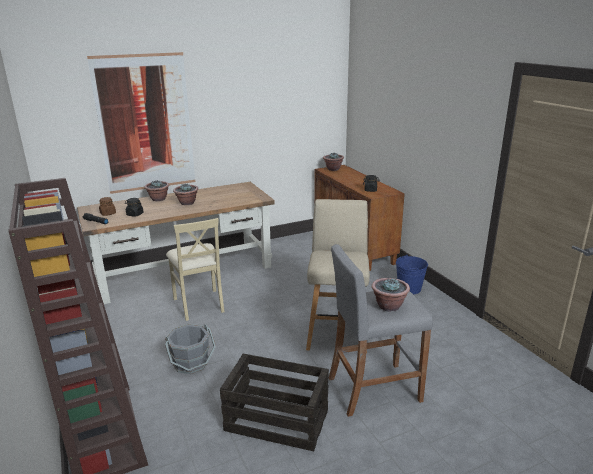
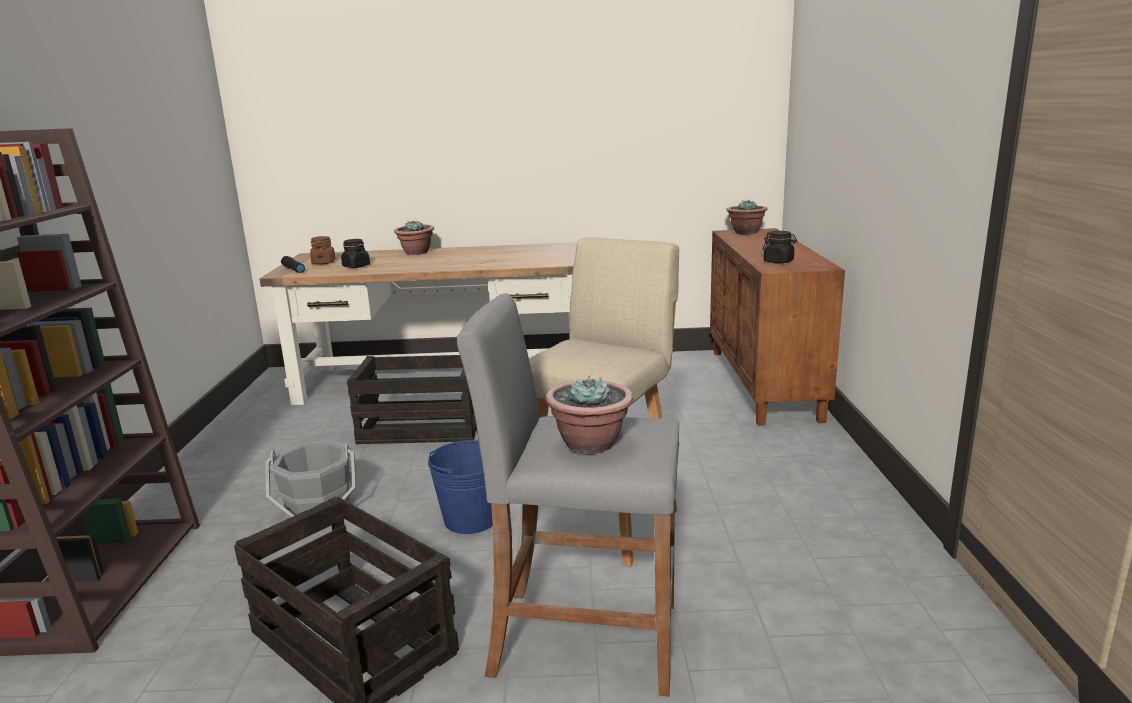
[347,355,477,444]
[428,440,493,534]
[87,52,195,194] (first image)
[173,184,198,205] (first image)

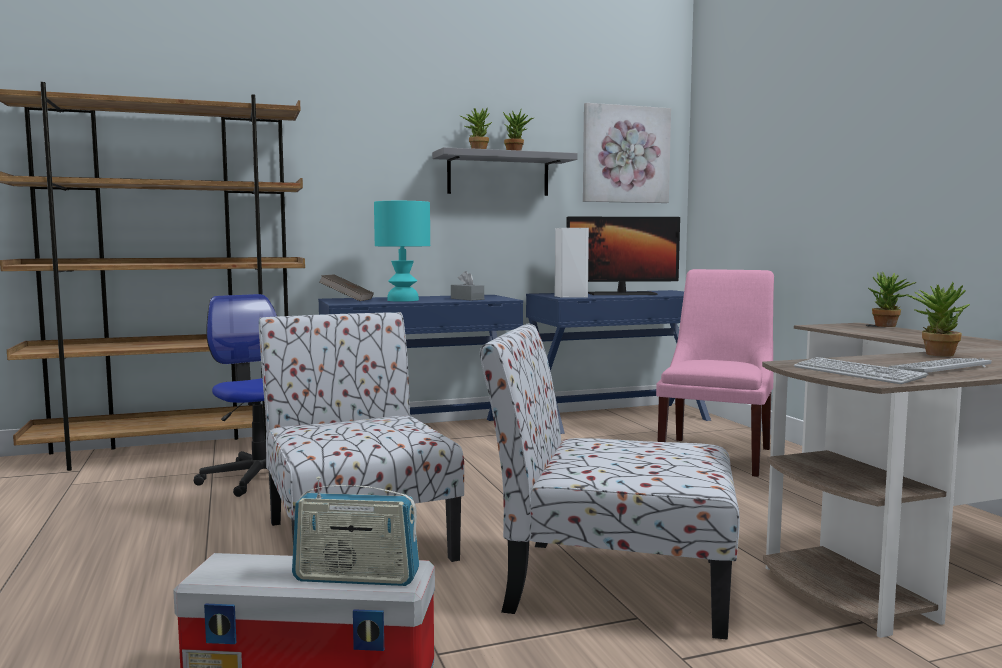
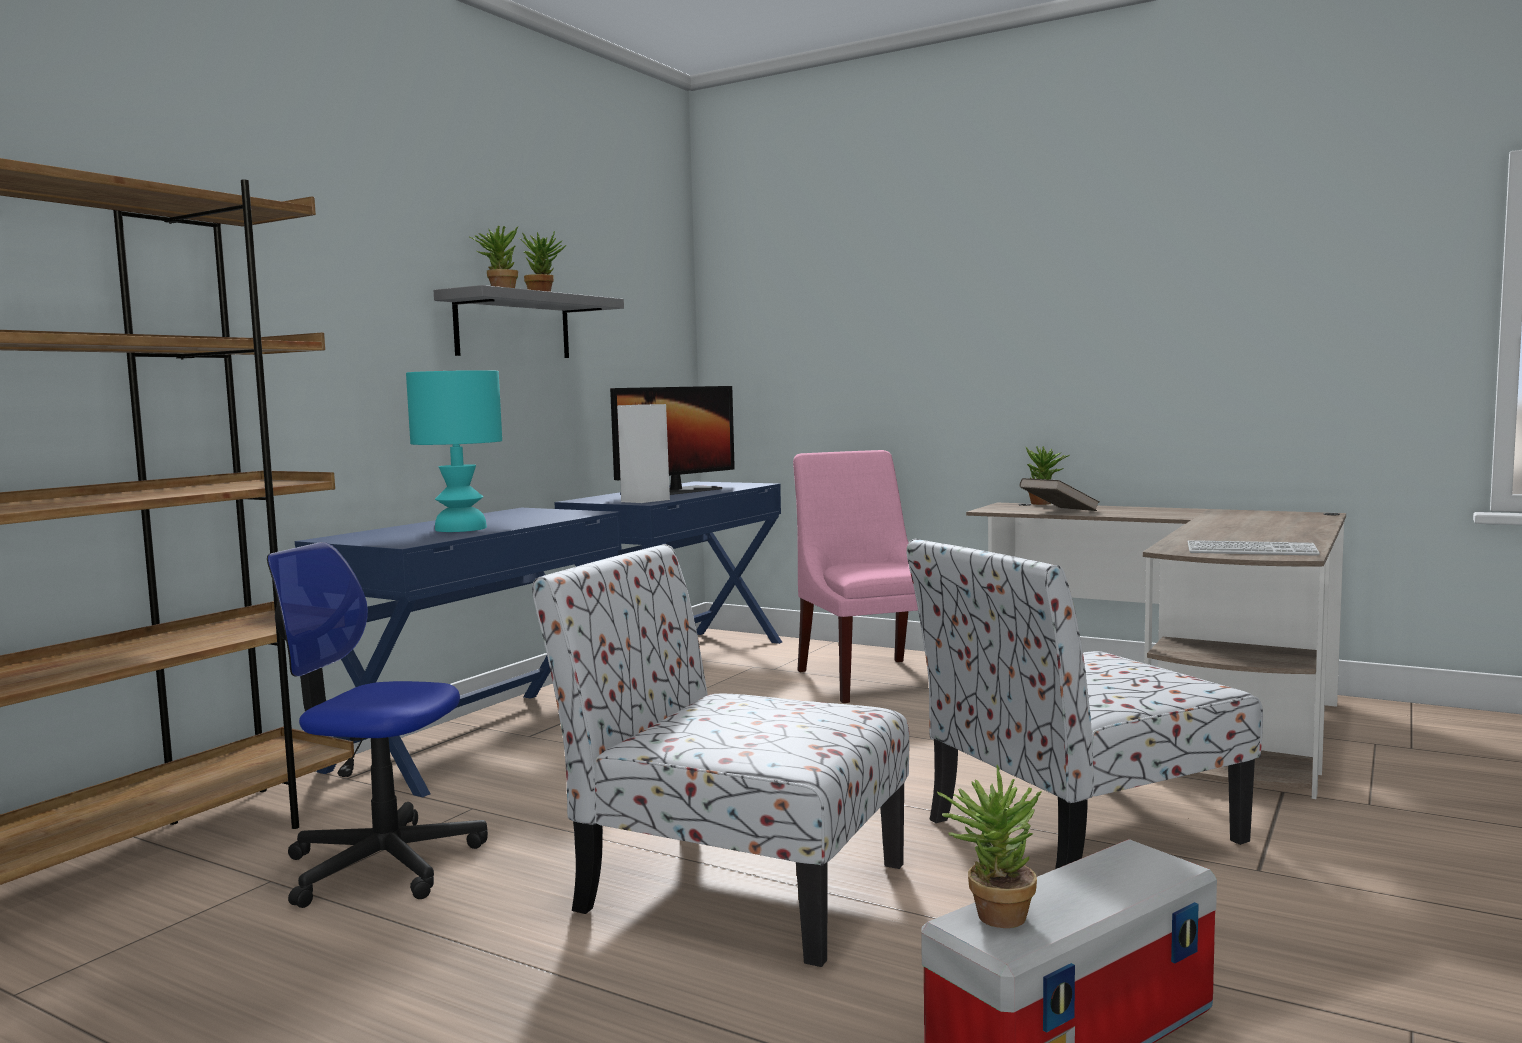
[937,765,1042,928]
[1020,478,1099,511]
[292,477,419,586] (first image)
[451,271,484,301] (first image)
[583,103,671,203] (first image)
[889,358,992,375] (first image)

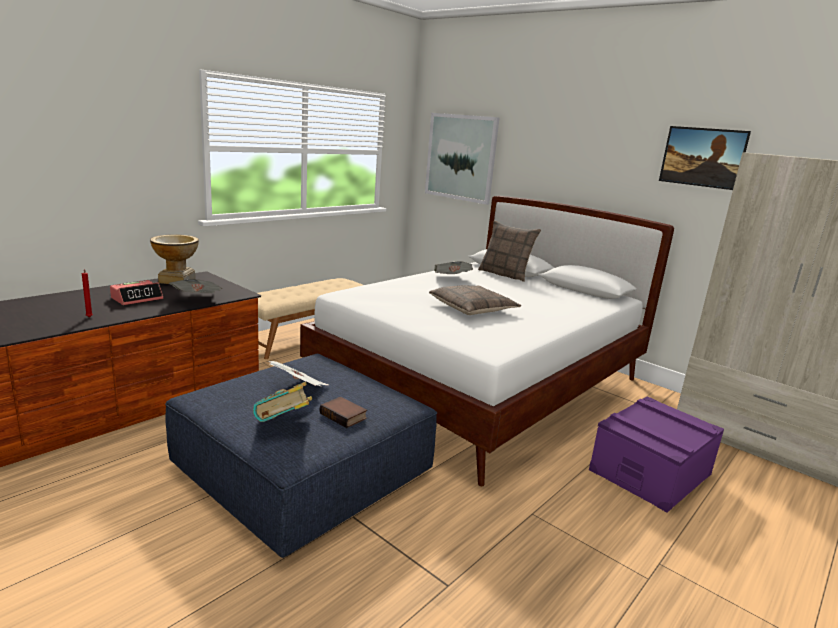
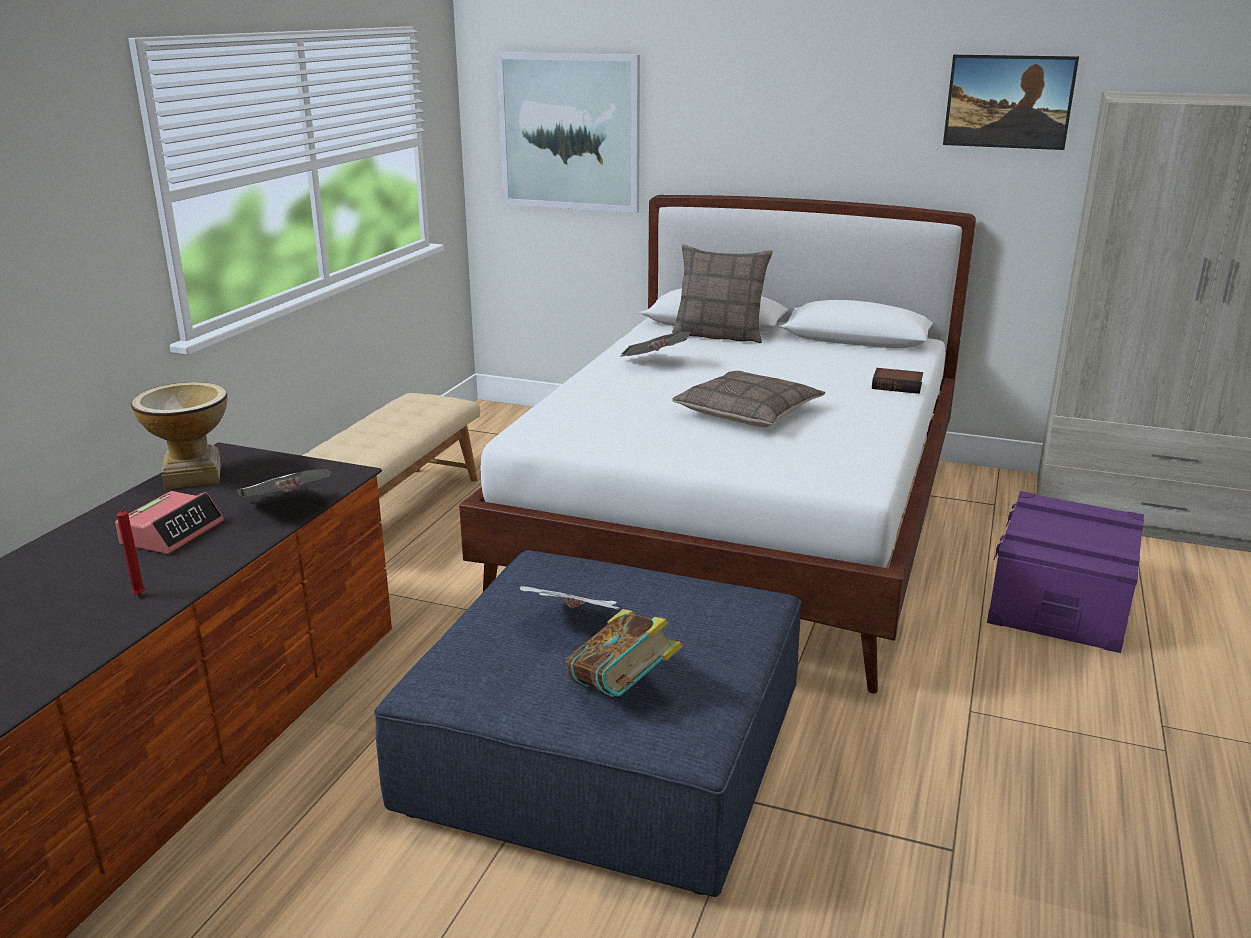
[872,368,923,394]

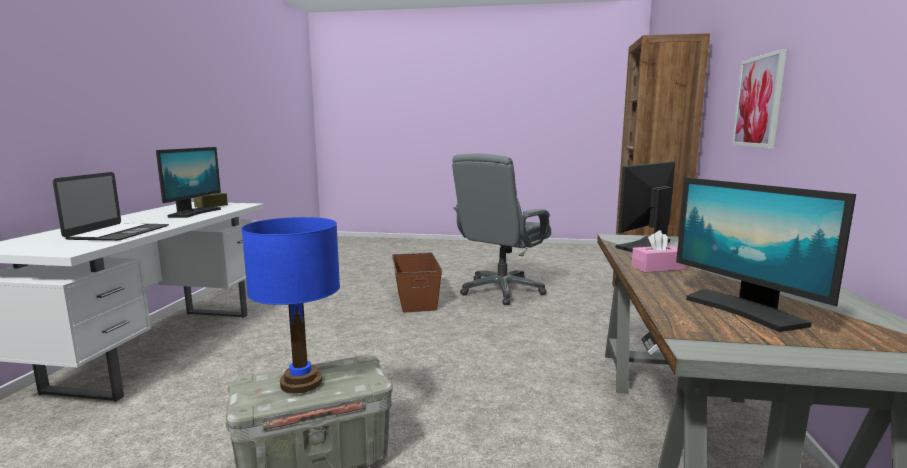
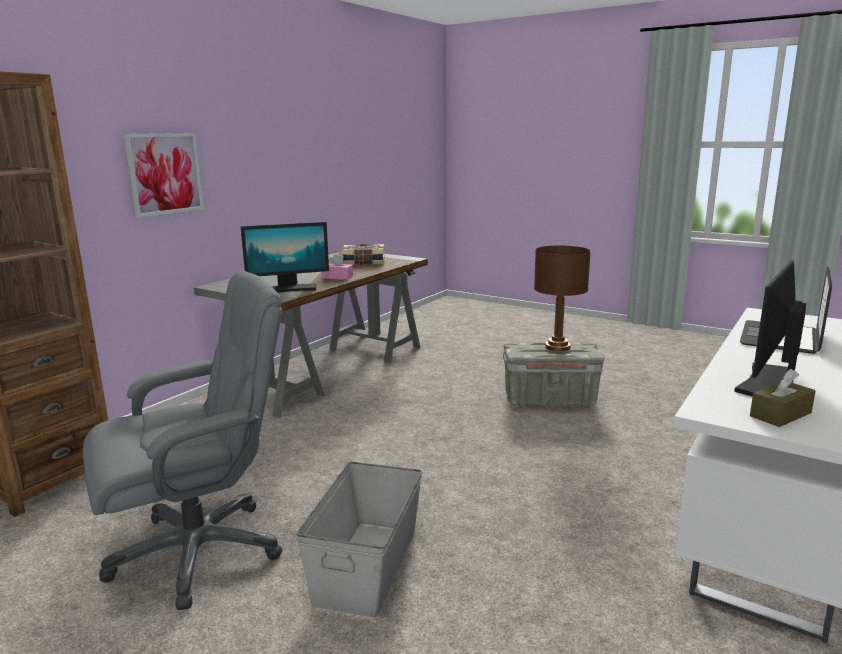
[296,462,423,618]
[342,244,385,265]
[534,245,591,351]

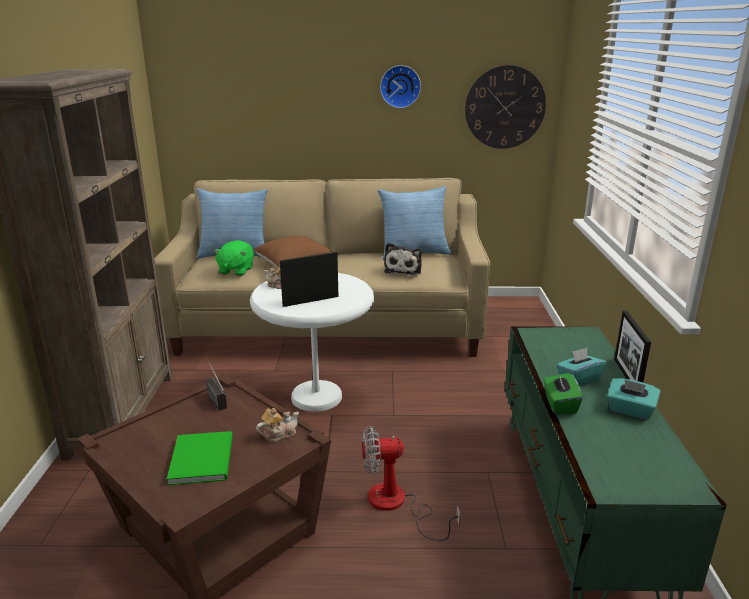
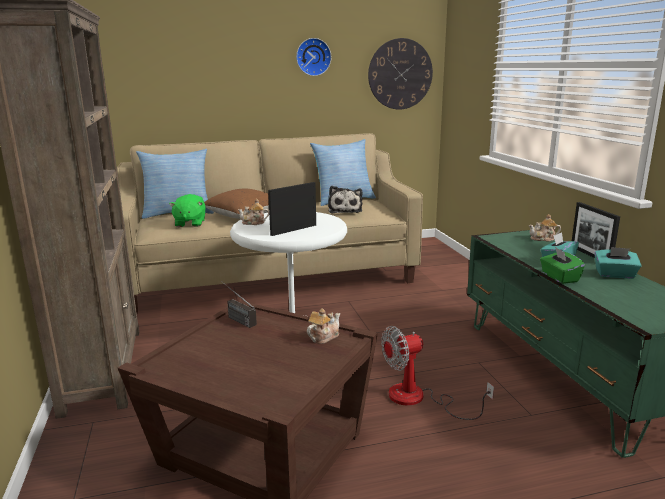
[529,214,561,242]
[167,431,233,485] (first image)

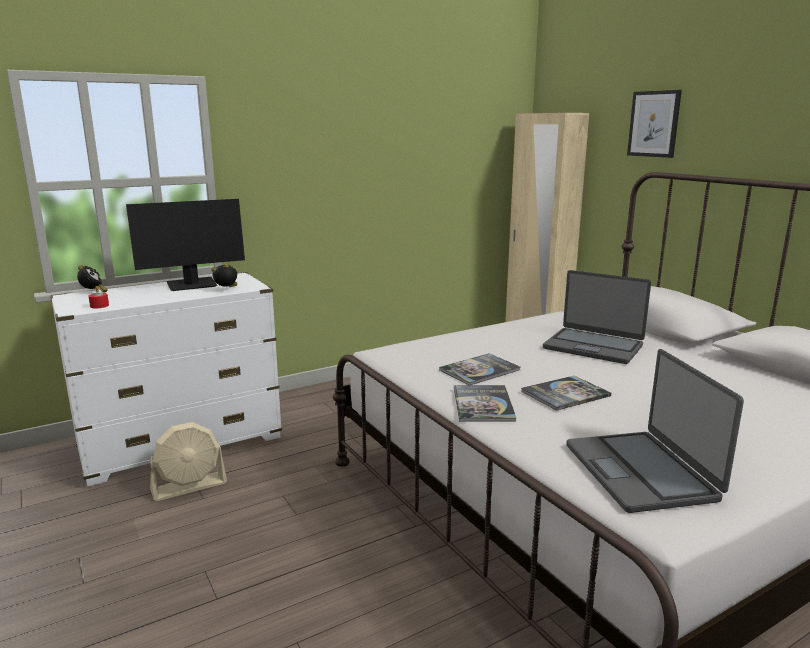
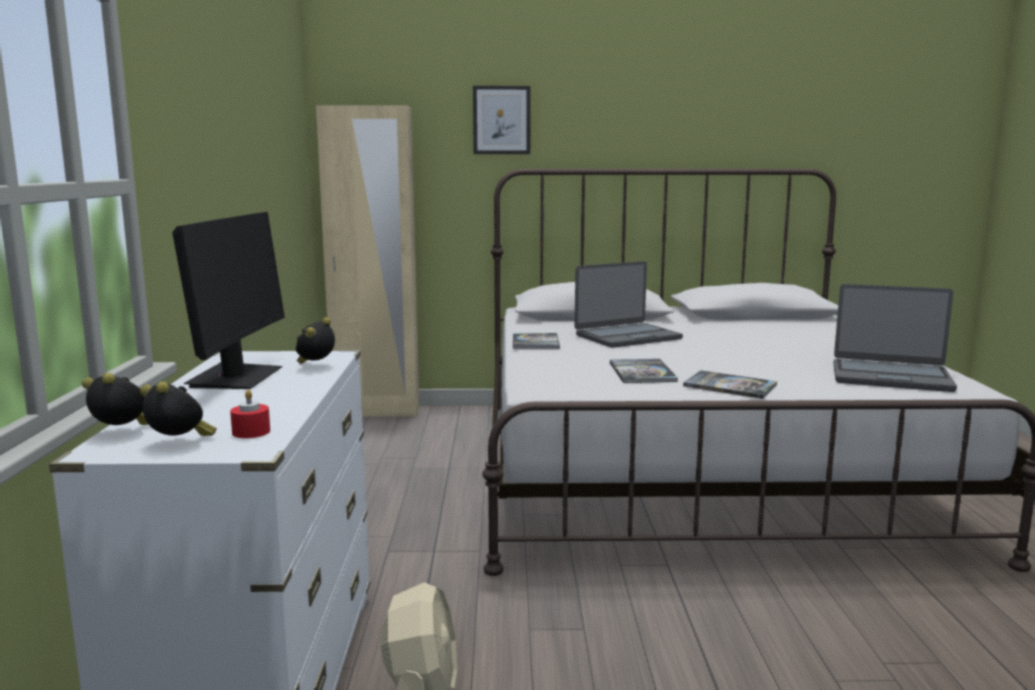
[140,381,217,436]
[512,333,560,349]

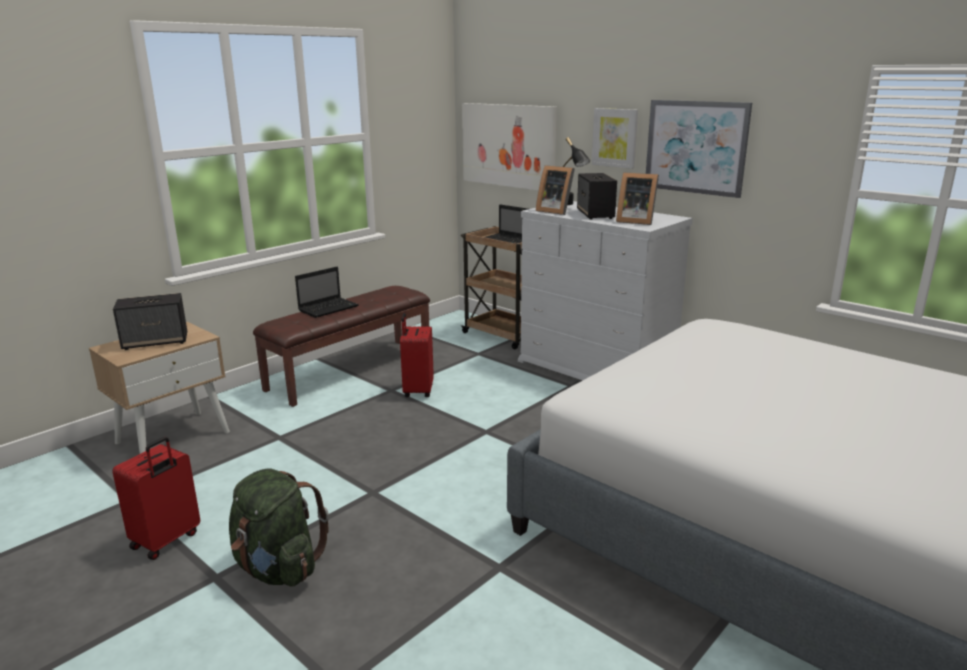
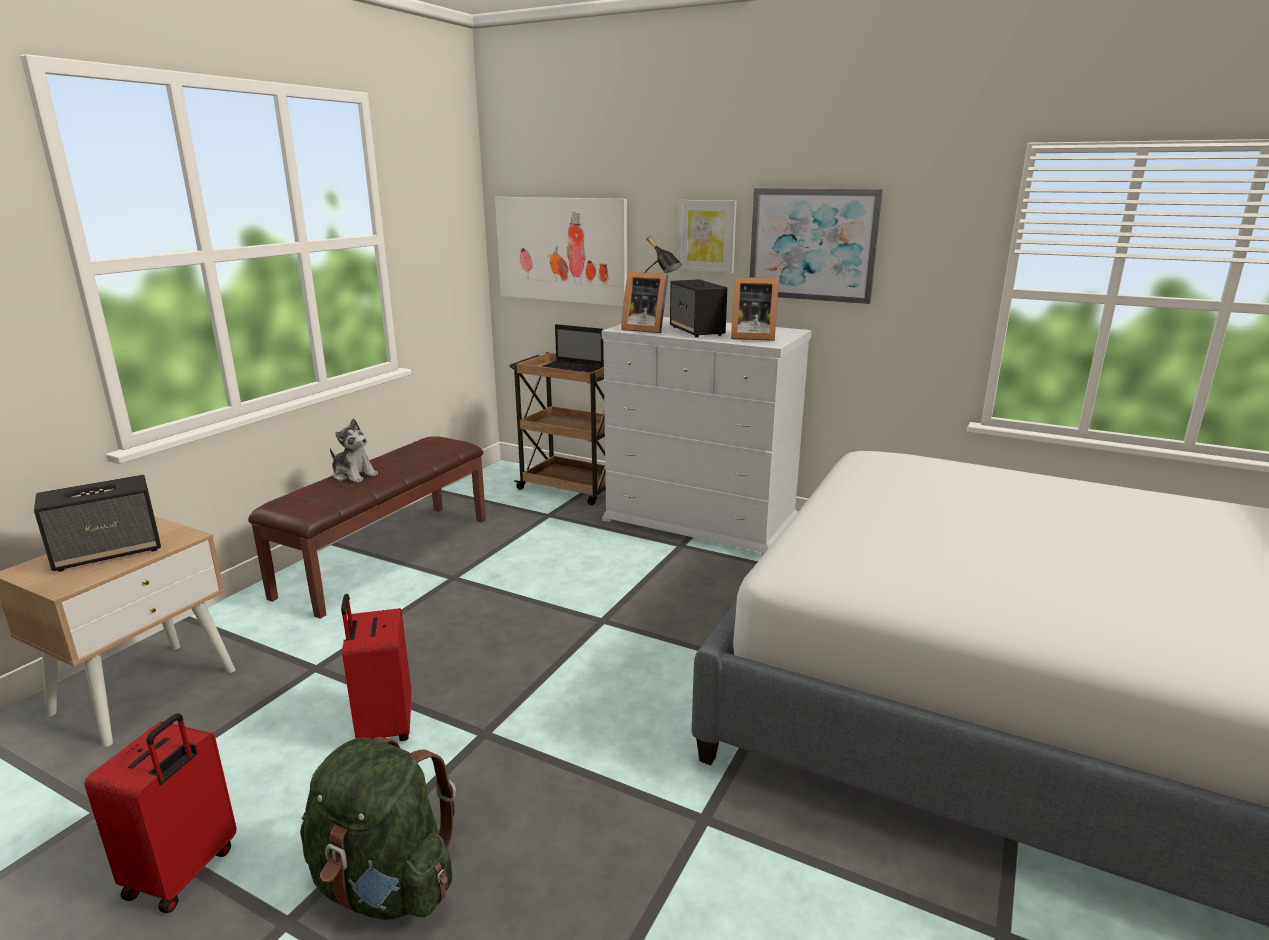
[330,419,378,483]
[341,594,411,741]

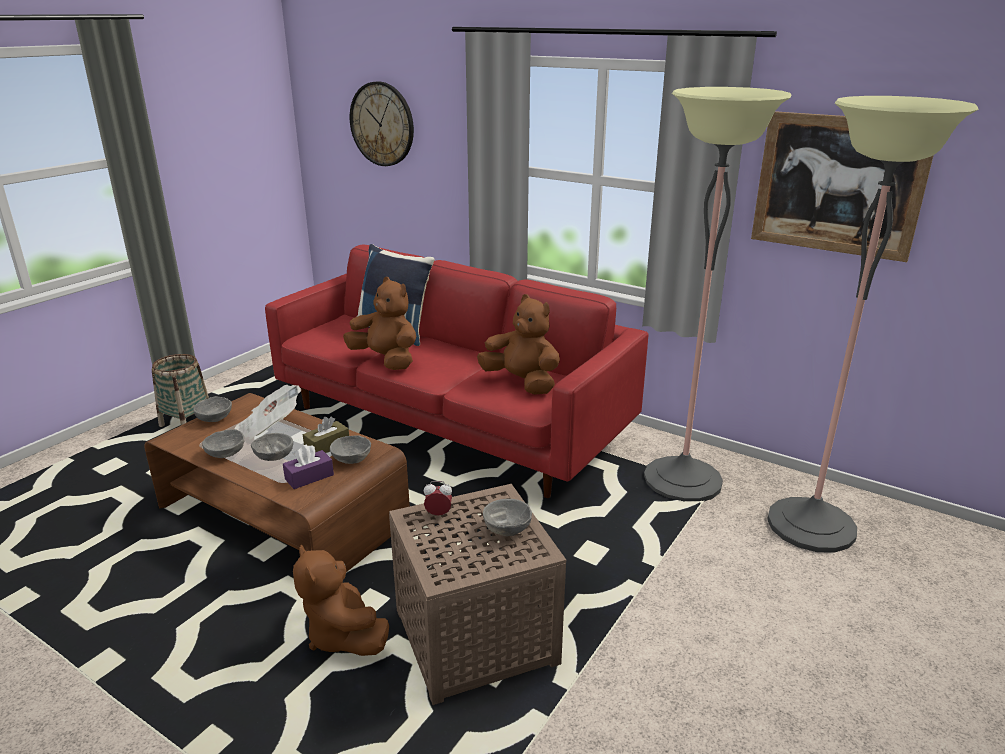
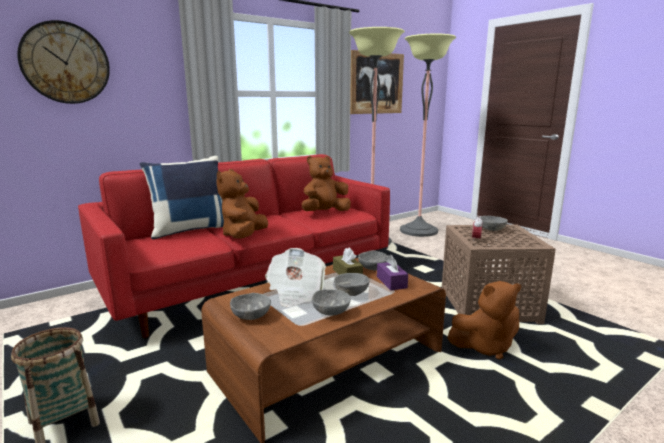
[216,169,268,238]

